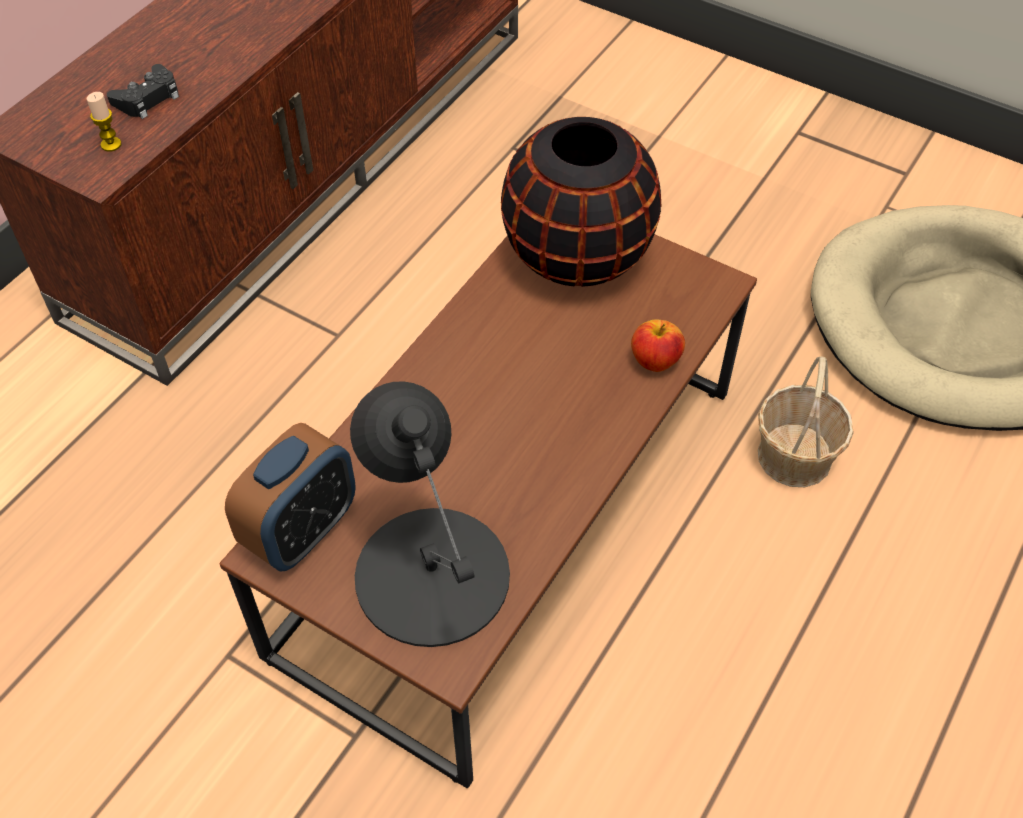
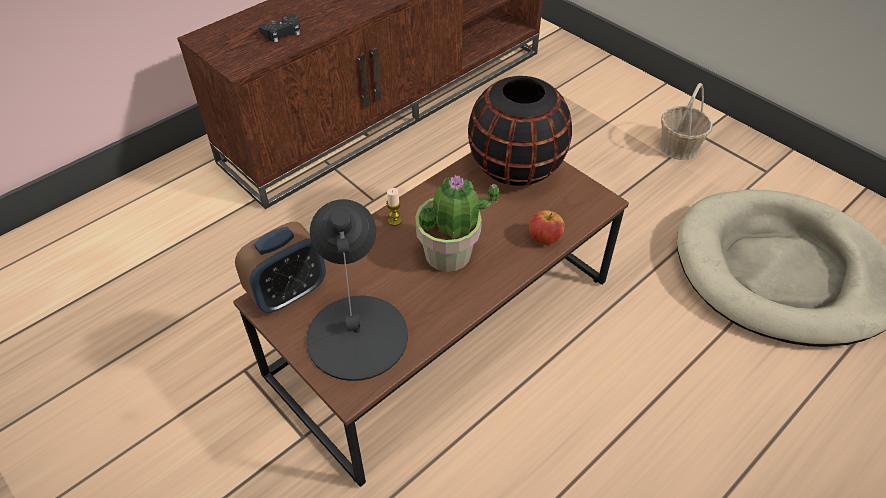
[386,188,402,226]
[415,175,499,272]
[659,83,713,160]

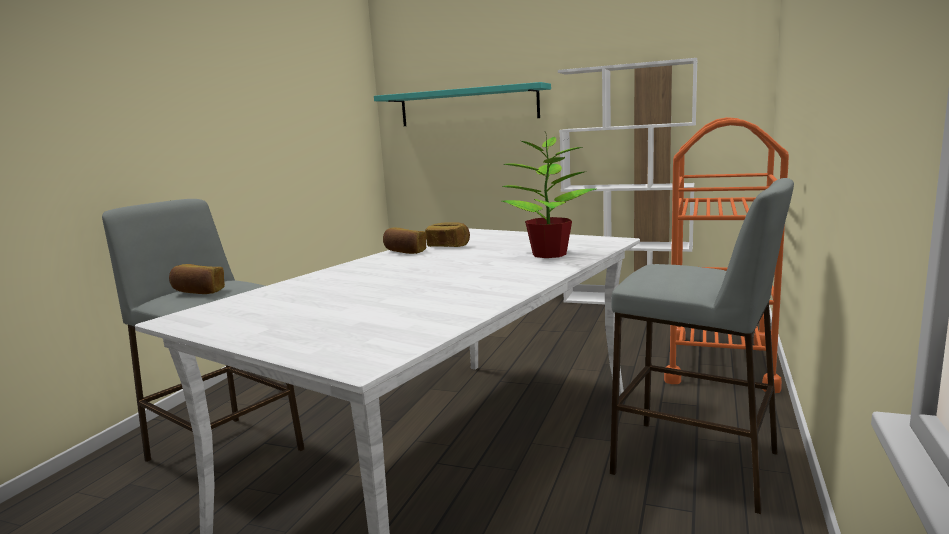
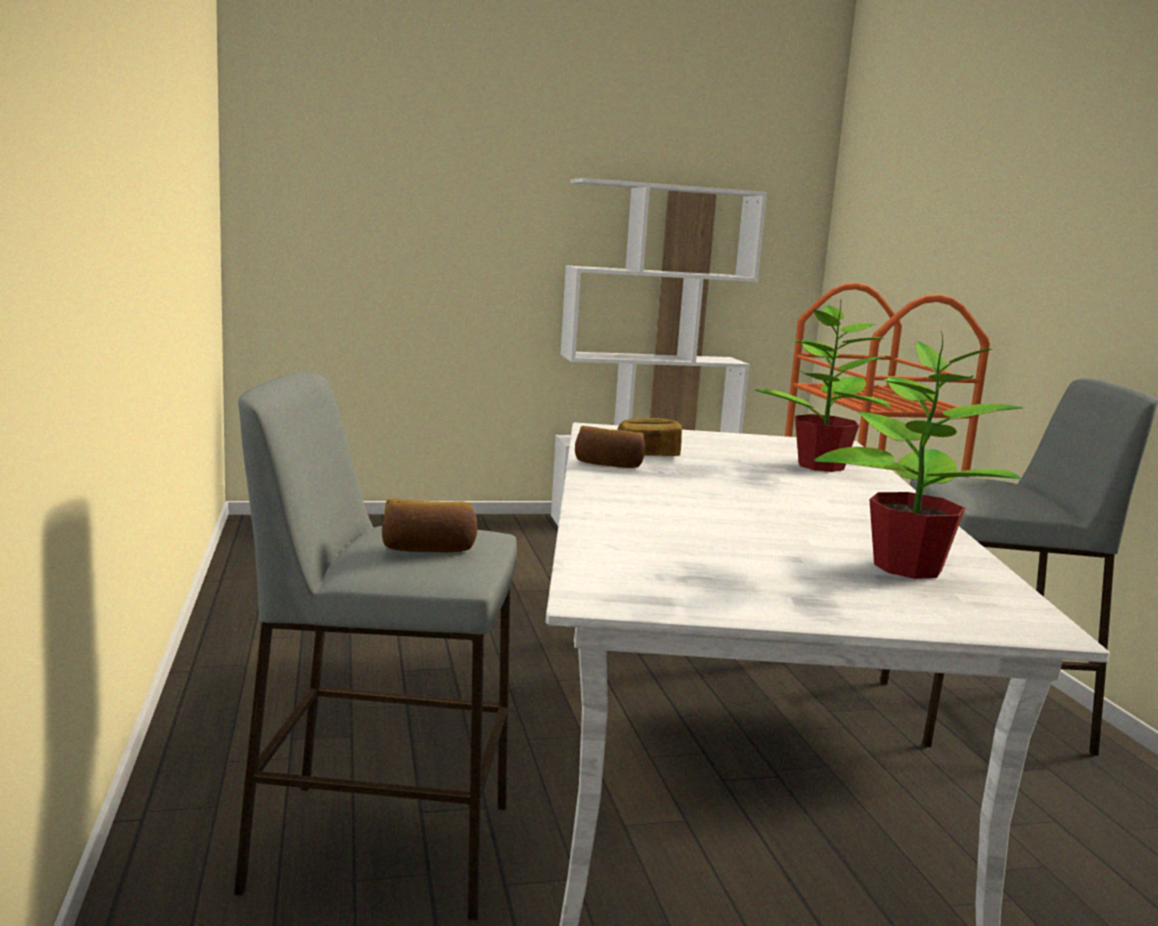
[814,331,1023,579]
[374,82,551,126] (first image)

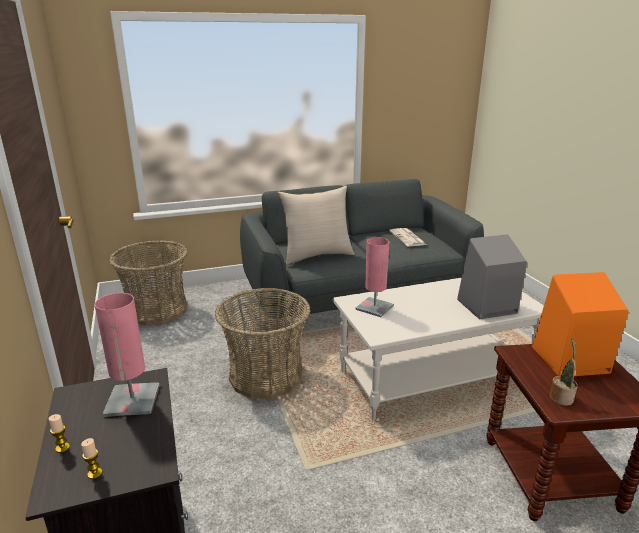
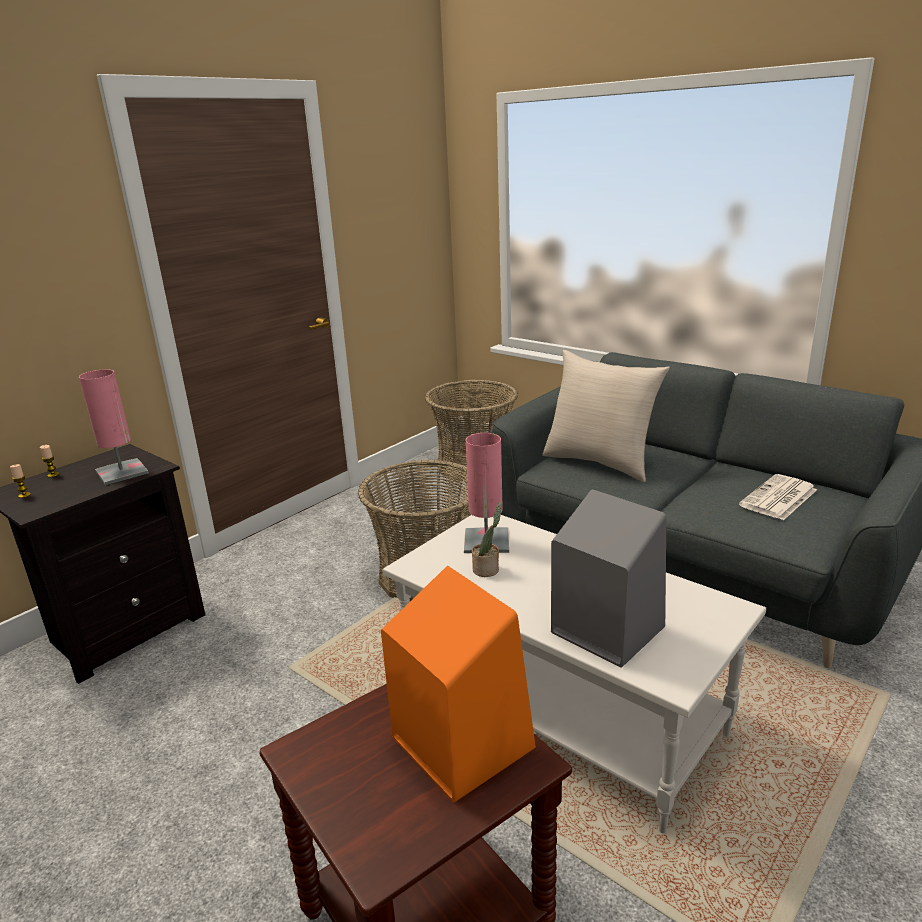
[472,502,502,577]

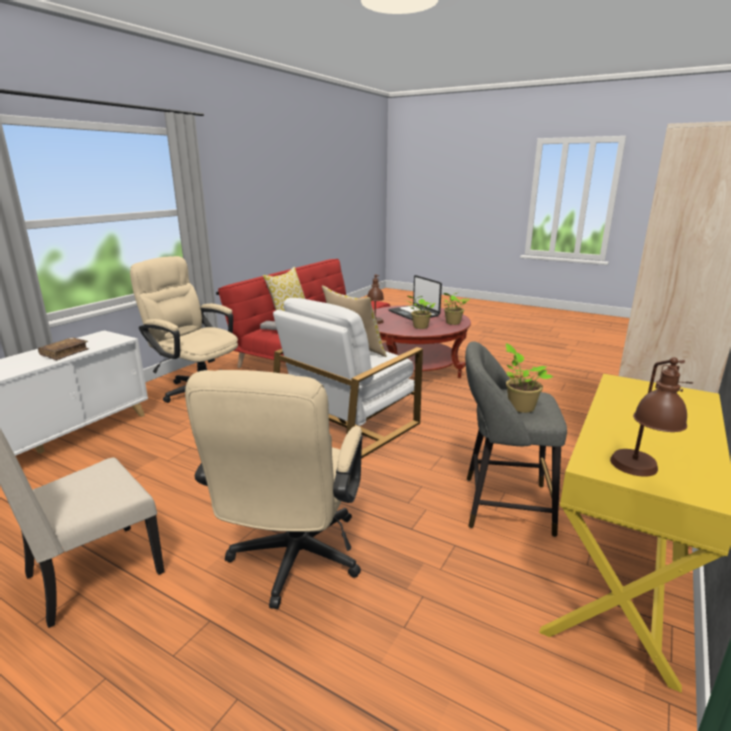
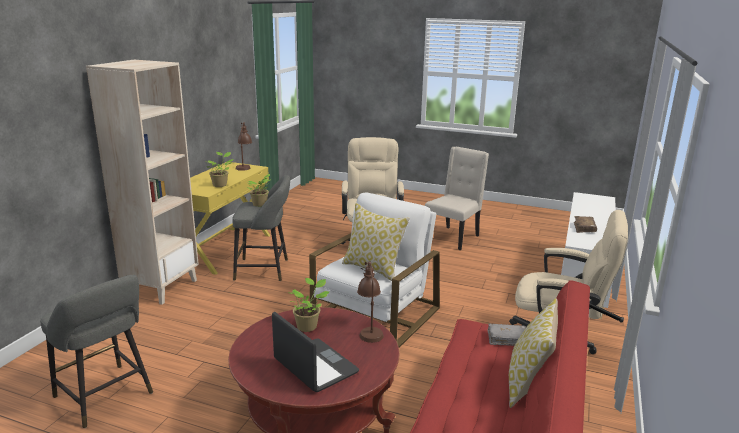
[40,275,153,428]
[207,152,234,187]

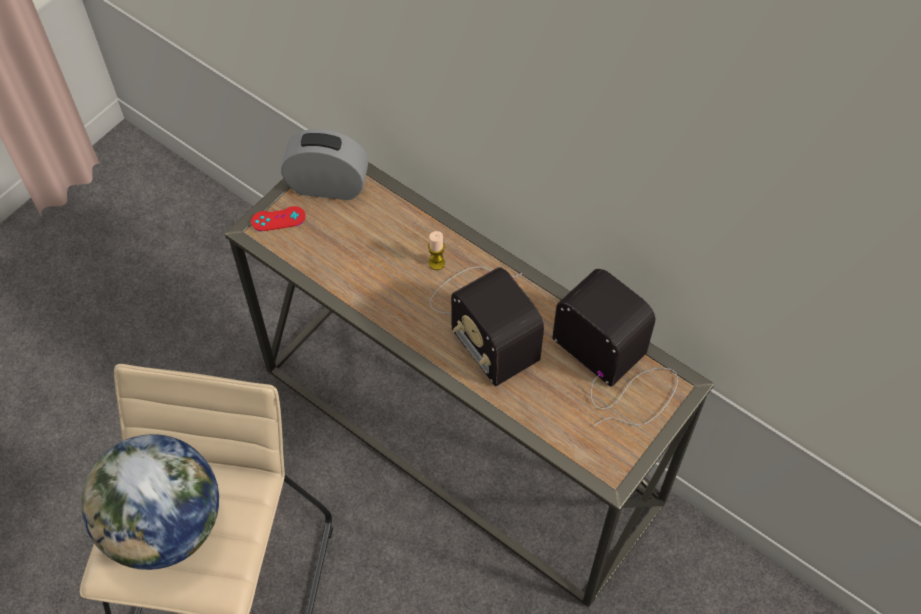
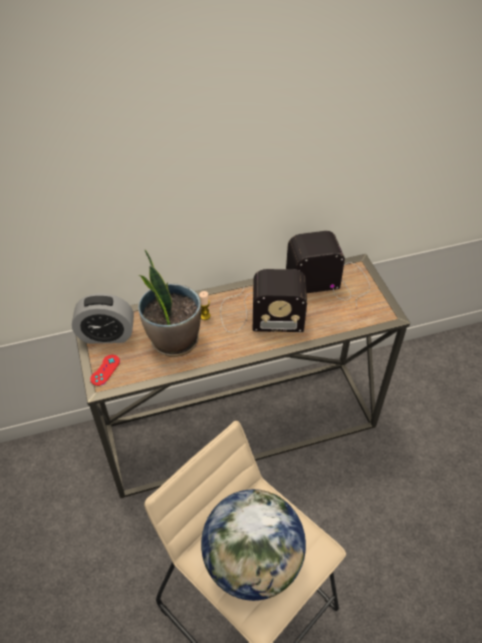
[72,293,134,344]
[138,250,201,357]

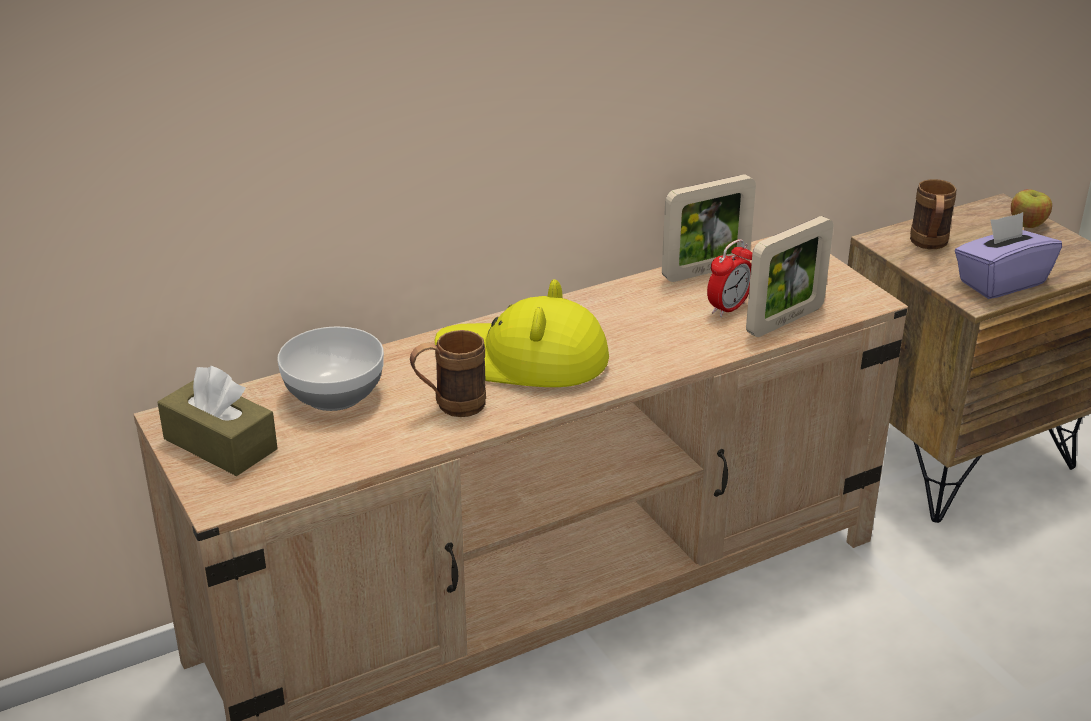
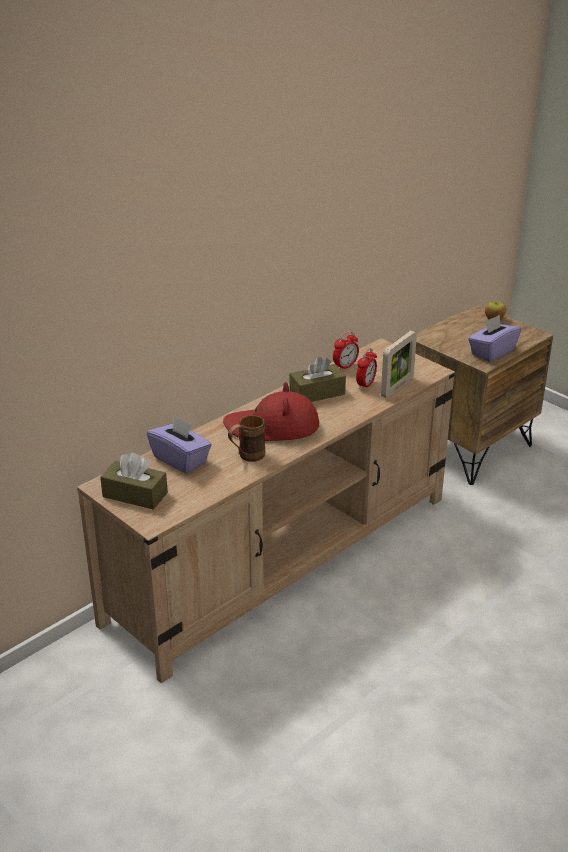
[147,416,212,474]
[223,382,319,441]
[289,357,346,402]
[333,331,359,370]
[910,179,957,249] (first image)

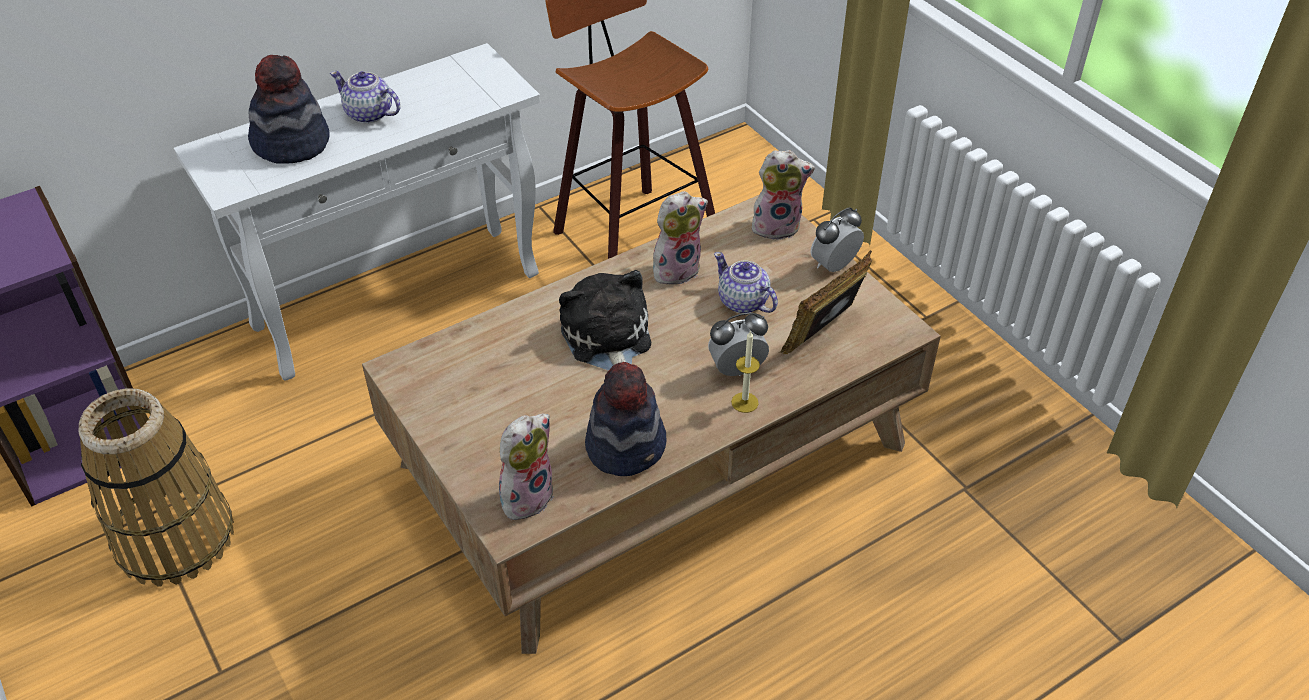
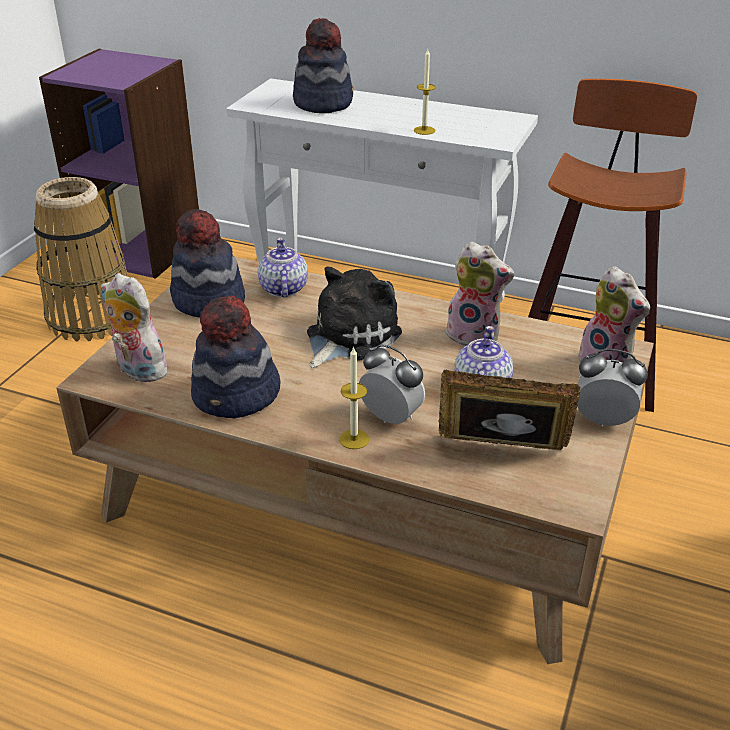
[101,273,171,382]
[170,209,245,318]
[258,238,308,298]
[414,49,436,135]

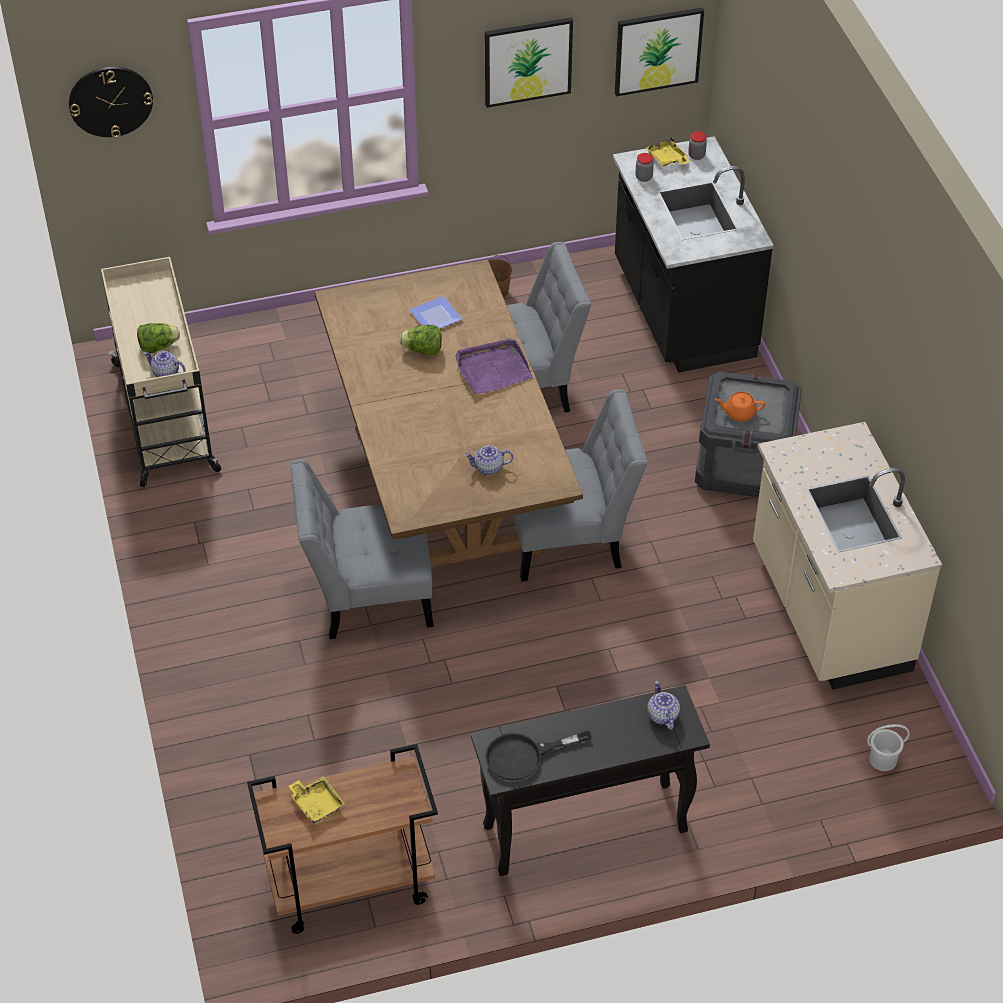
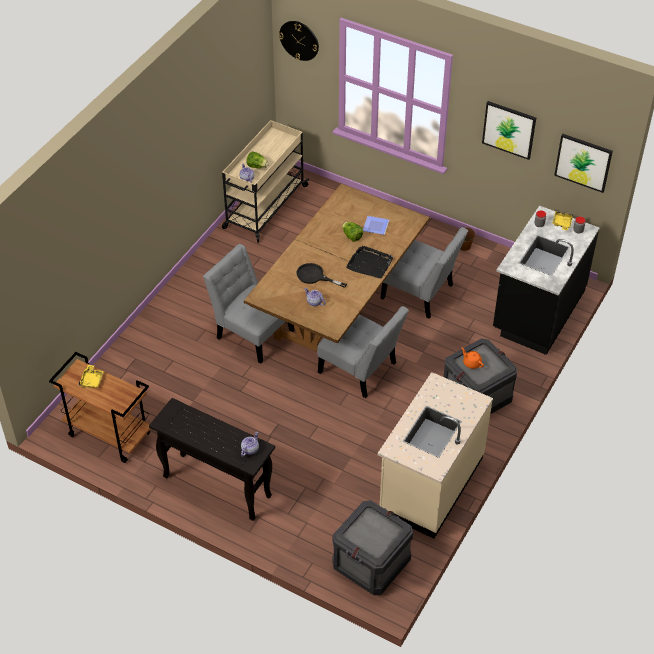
[297,263,347,288]
[332,500,413,595]
[346,246,393,278]

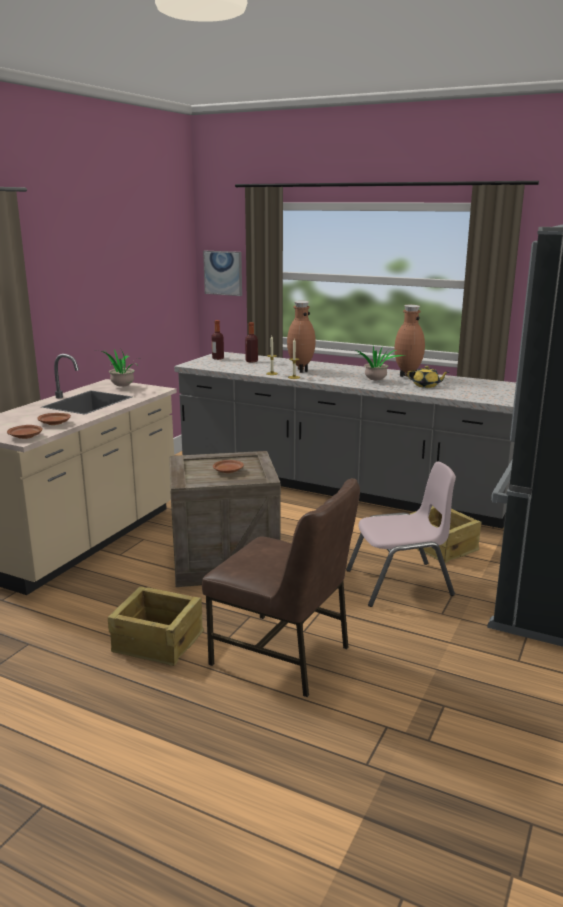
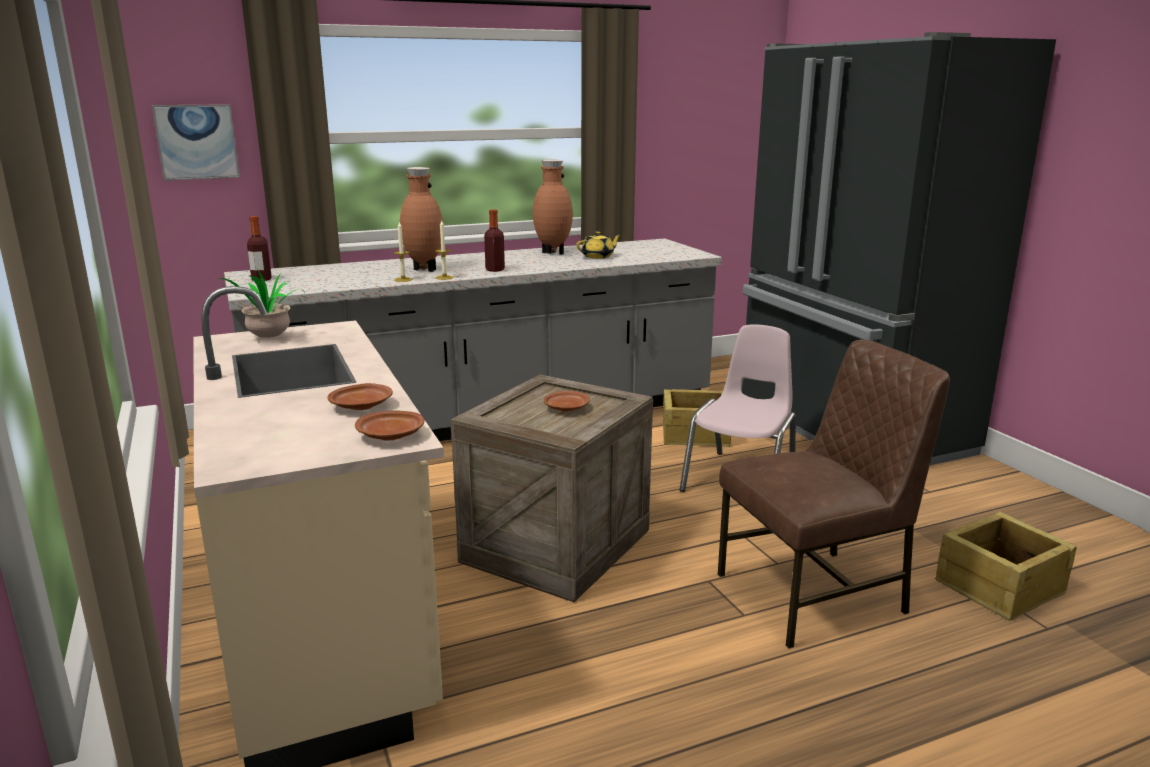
[484,209,505,272]
[935,512,1077,621]
[356,346,405,381] (first image)

